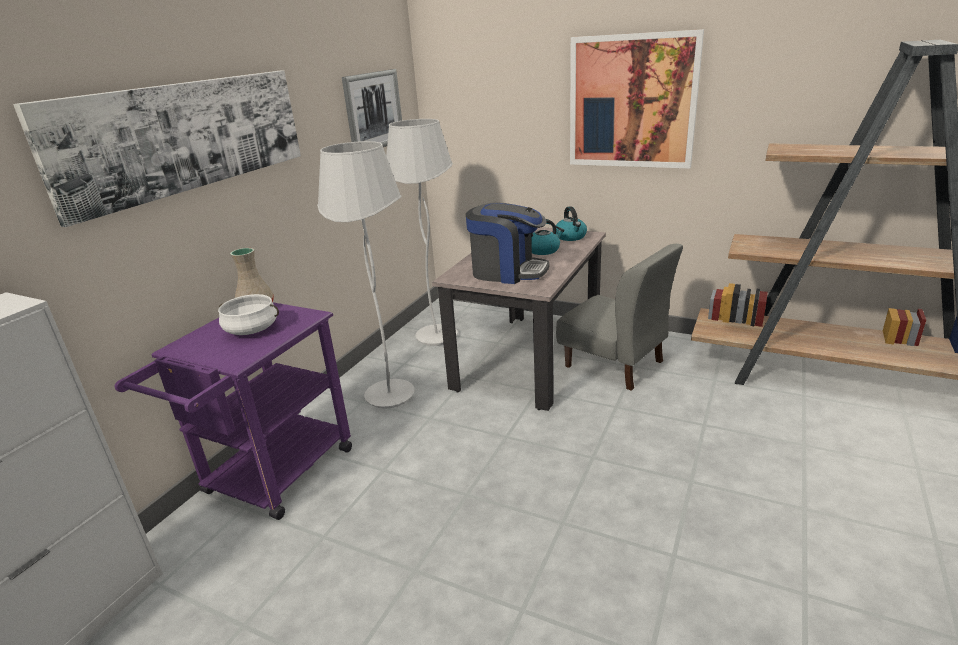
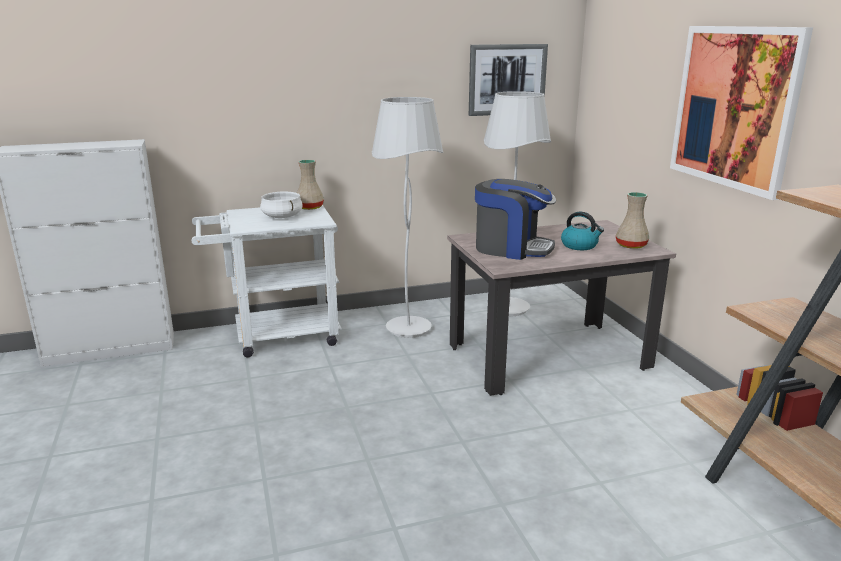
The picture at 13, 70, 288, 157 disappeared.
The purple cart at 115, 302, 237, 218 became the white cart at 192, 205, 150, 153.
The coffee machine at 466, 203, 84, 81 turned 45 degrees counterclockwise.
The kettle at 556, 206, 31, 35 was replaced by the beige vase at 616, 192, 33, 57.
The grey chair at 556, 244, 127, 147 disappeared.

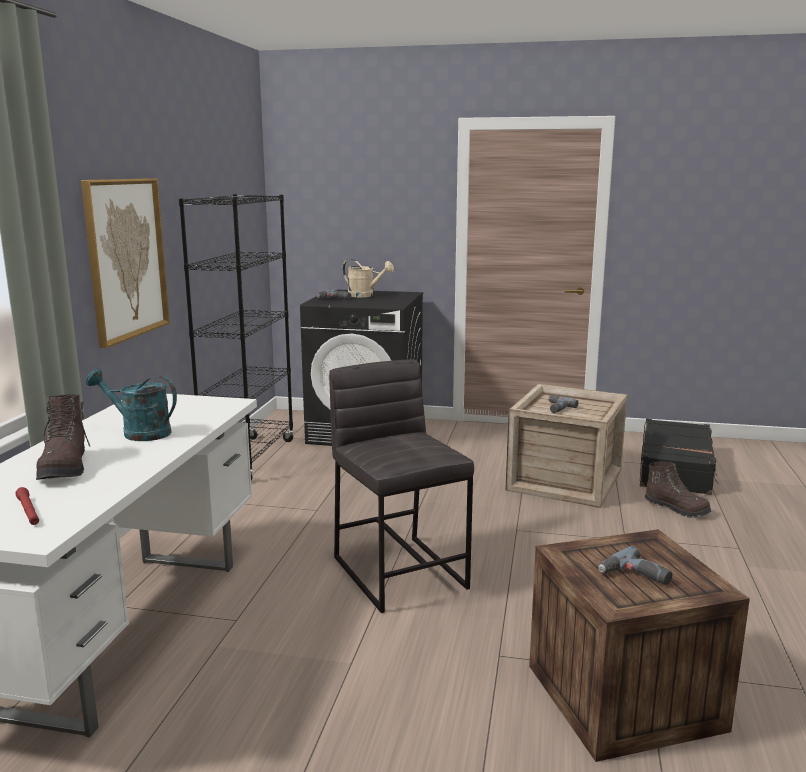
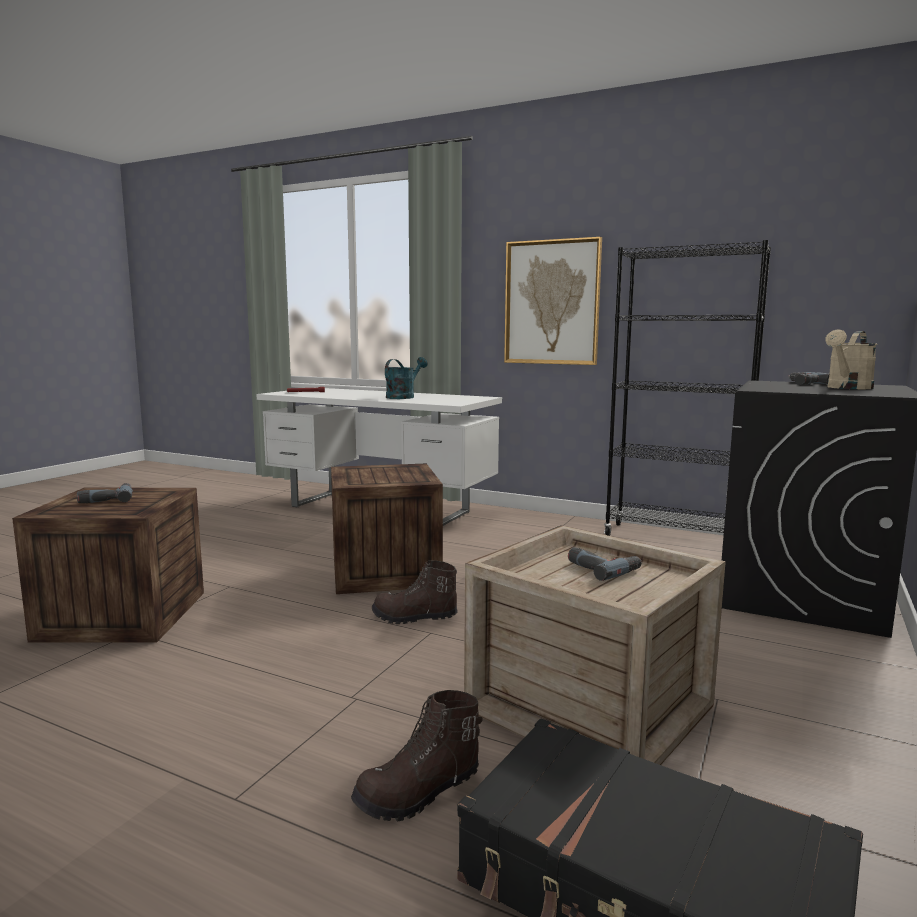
The brown boot moved from 36, 394, 54, 86 to 372, 560, 86, 64.
The grey stool at 329, 359, 145, 254 was replaced by the crate at 331, 464, 112, 130.

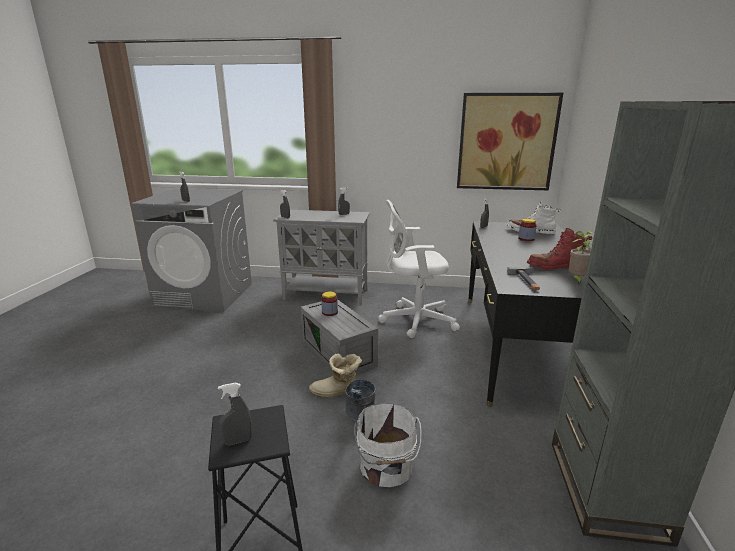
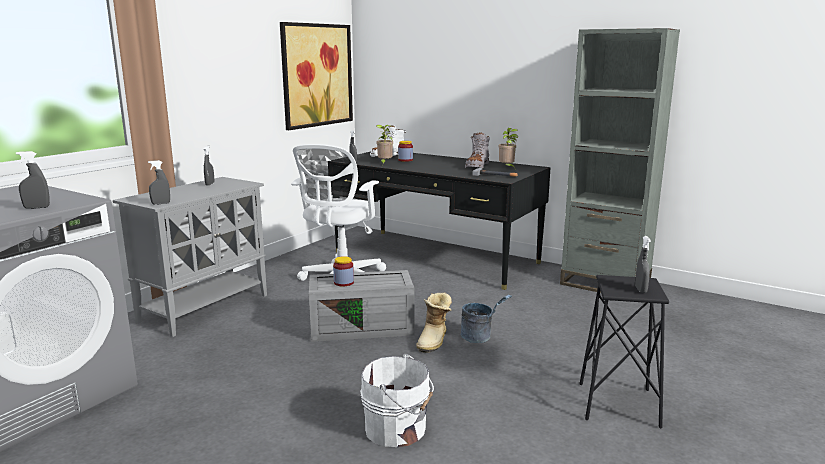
The white bucket moved from 354, 403, 68, 84 to 360, 353, 74, 94.
The red boot at 527, 228, 65, 42 became the grey boot at 465, 133, 25, 35.
The potted plant at 376, 125, 18, 40 appeared.

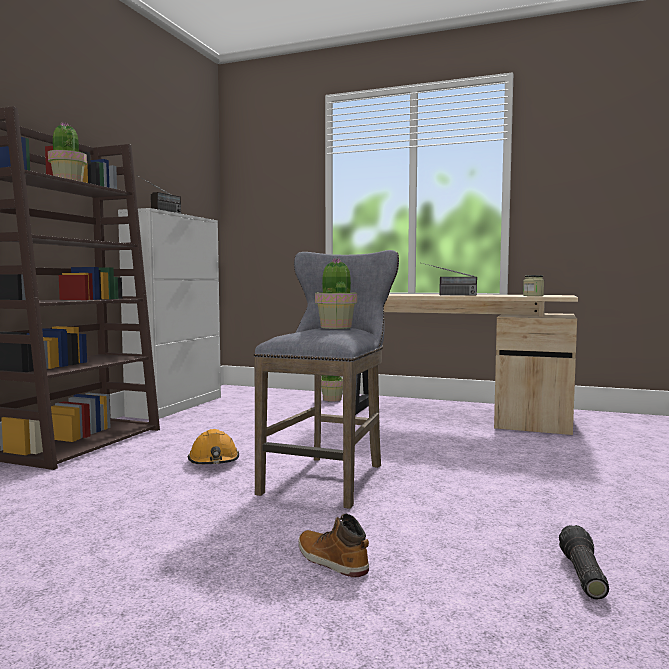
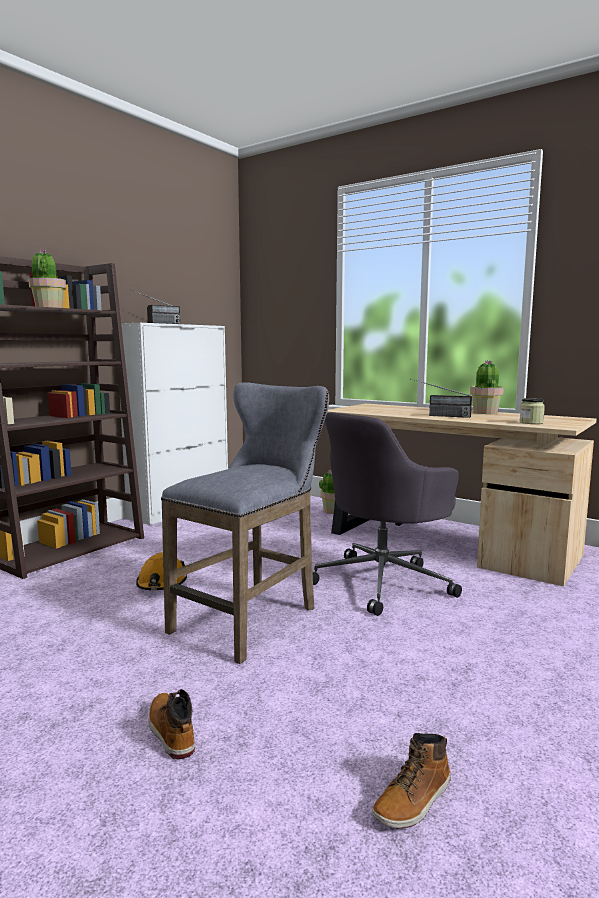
The potted plant moved from 315, 258, 42, 71 to 470, 360, 34, 54.
The flashlight at 559, 525, 50, 75 was replaced by the boot at 372, 733, 79, 95.
The grey office chair at 312, 412, 150, 204 appeared.

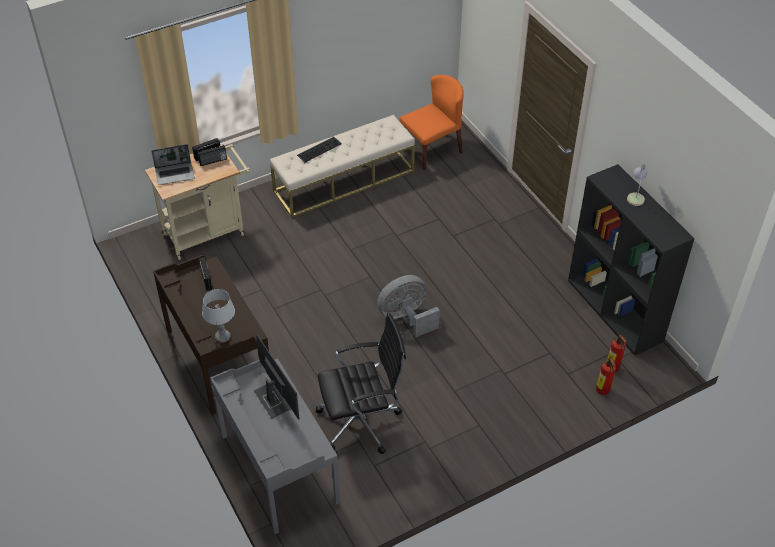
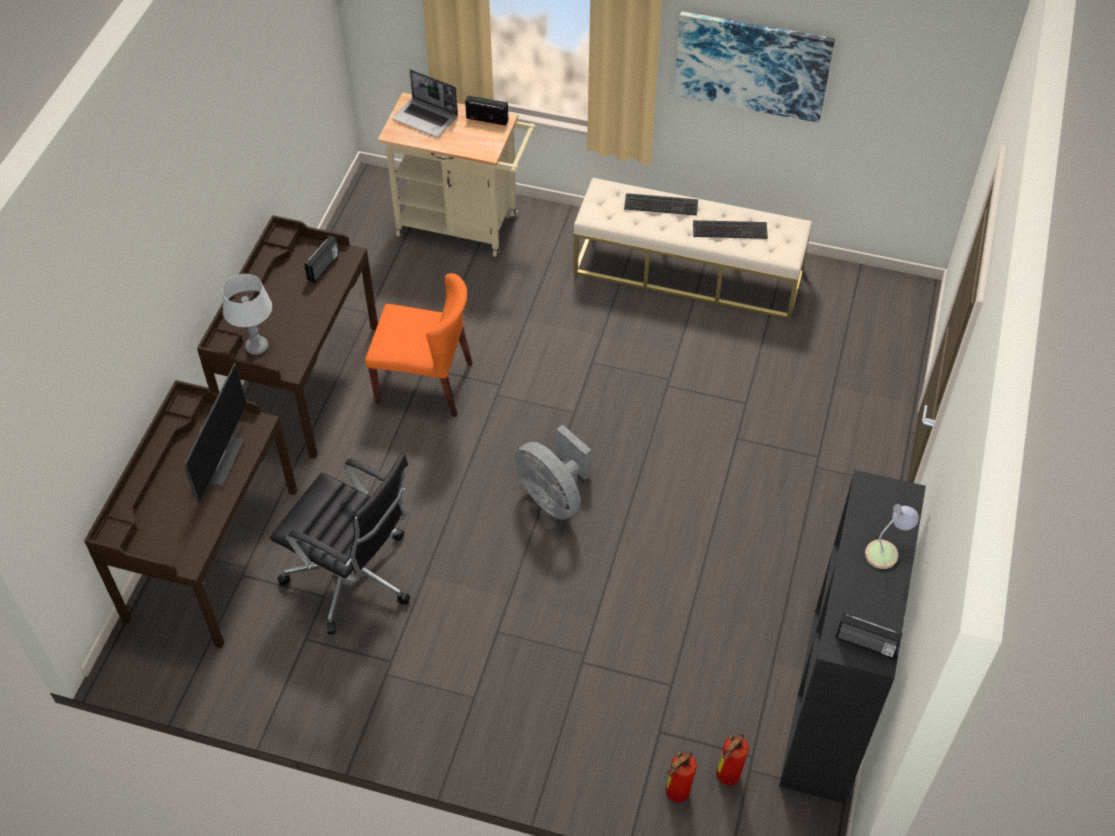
The radio moved from 198, 145, 29, 21 to 836, 612, 67, 47.
The grey desk at 210, 358, 130, 176 became the brown desk at 84, 380, 213, 268.
The grey fan at 377, 275, 63, 62 turned 150 degrees counterclockwise.
The orange chair moved from 399, 75, 65, 95 to 365, 273, 107, 144.
The picture at 673, 11, 162, 112 appeared.
The keyboard at 693, 220, 75, 19 appeared.

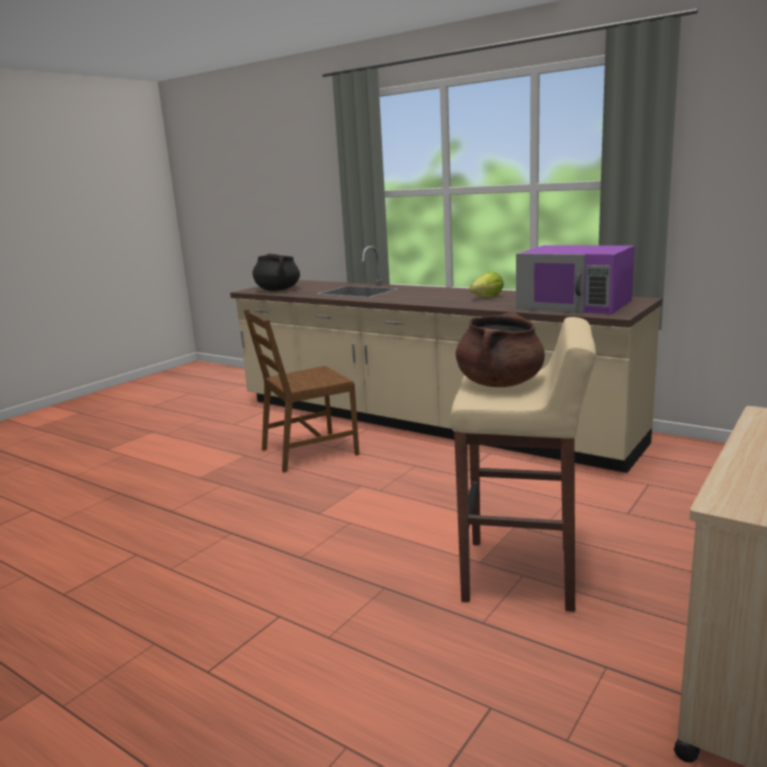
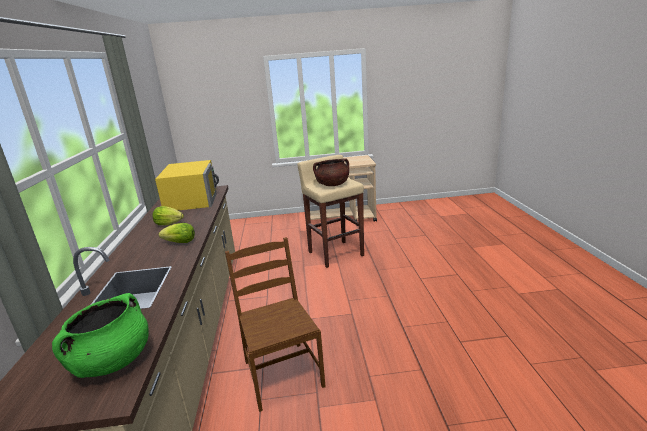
The brown chair at 244, 309, 115, 164 turned 135 degrees counterclockwise.
The black cooking pot at 252, 254, 48, 37 became the green cooking pot at 52, 293, 97, 85.
The purple microwave at 516, 245, 119, 69 became the yellow microwave at 155, 160, 64, 51.
The lettuce at 159, 223, 36, 20 appeared.

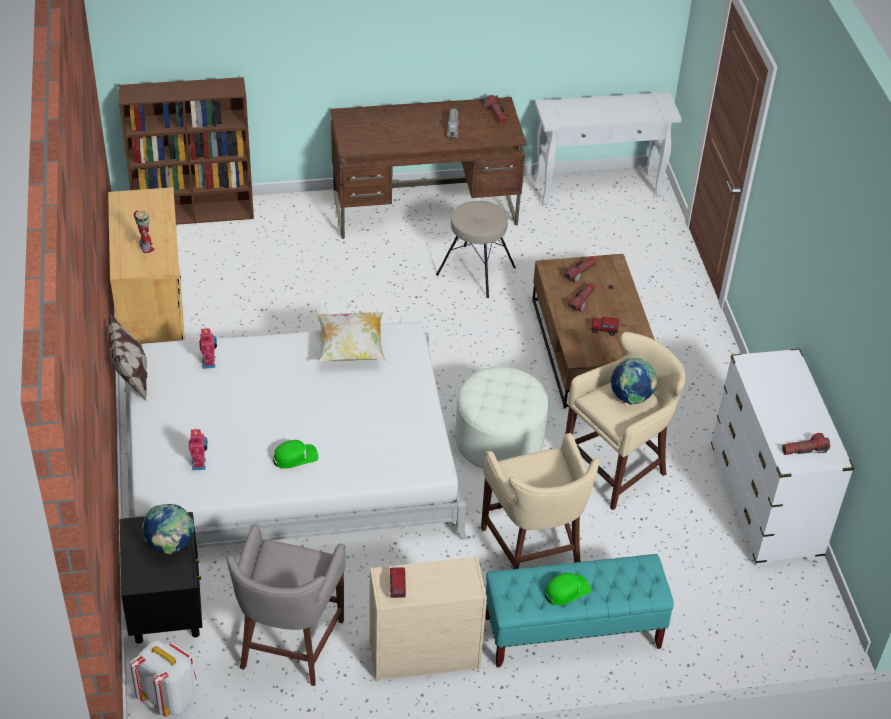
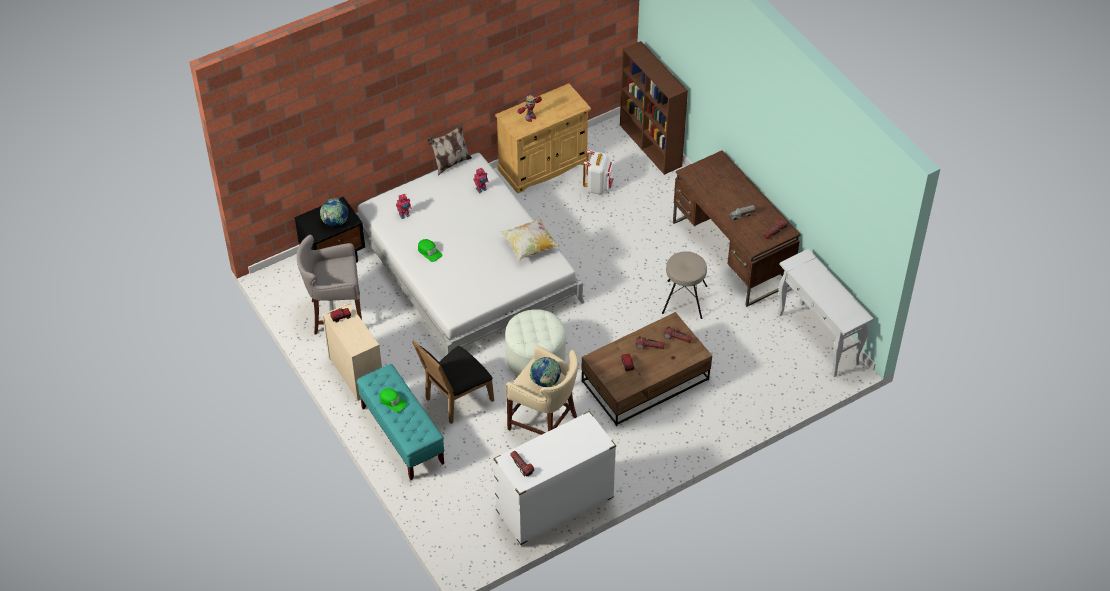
The white backpack moved from 130, 640, 66, 77 to 583, 150, 31, 44.
The beige stool at 481, 433, 119, 136 was replaced by the black chair at 412, 340, 82, 84.

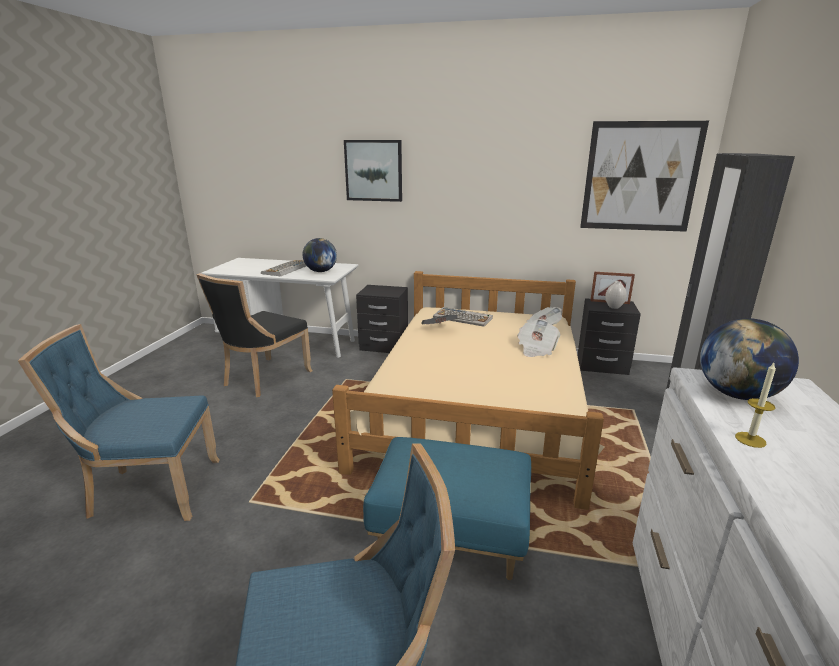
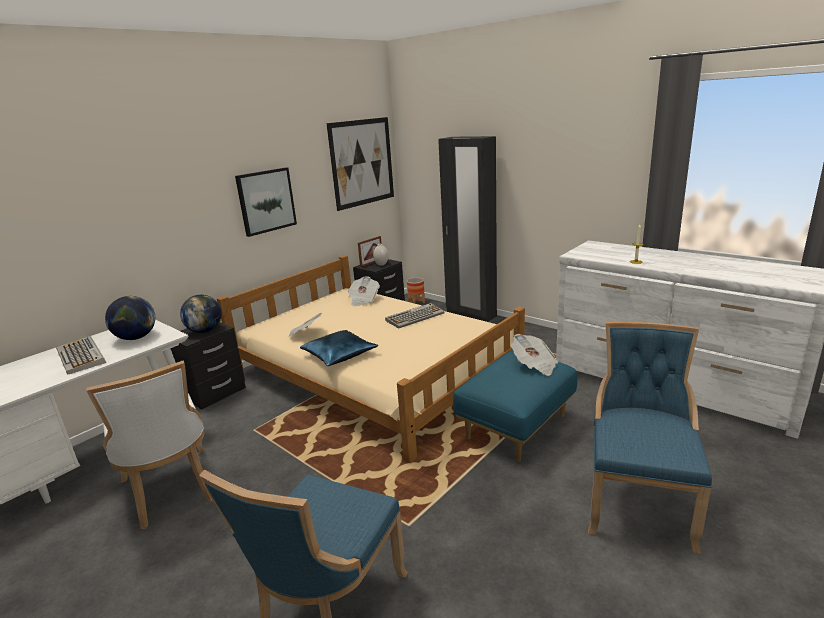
The black chair at 196, 273, 116, 124 became the white chair at 86, 360, 127, 169.
The picture moved from 344, 140, 58, 62 to 235, 167, 62, 70.
The keyboard moved from 433, 307, 60, 20 to 385, 303, 59, 25.
The newspaper moved from 517, 319, 43, 38 to 511, 334, 47, 42.
The globe moved from 700, 318, 99, 82 to 180, 295, 42, 38.
The blue pillow at 300, 330, 78, 36 appeared.
The planter at 407, 278, 18, 26 appeared.

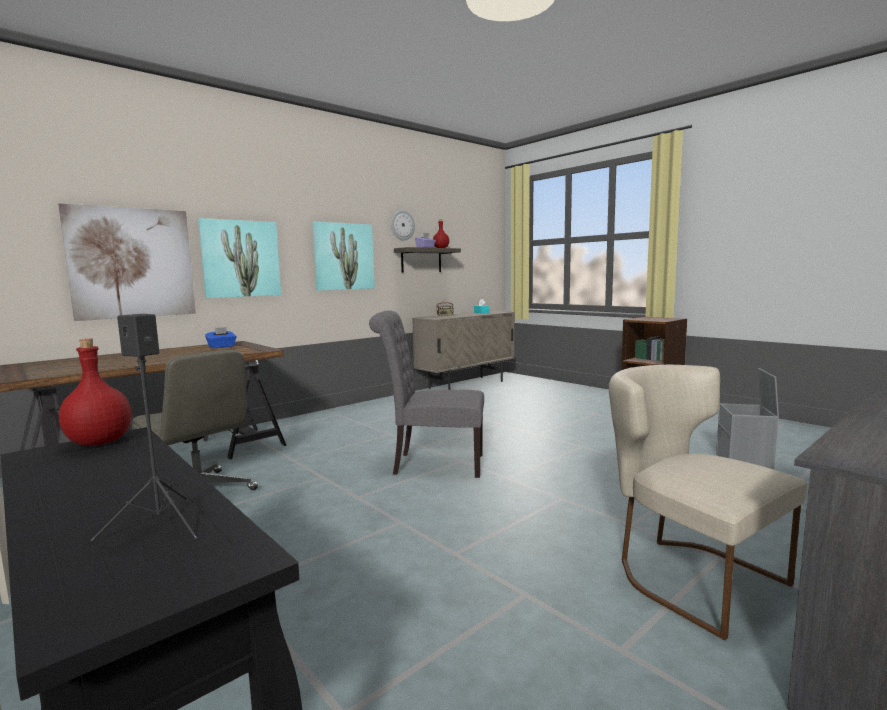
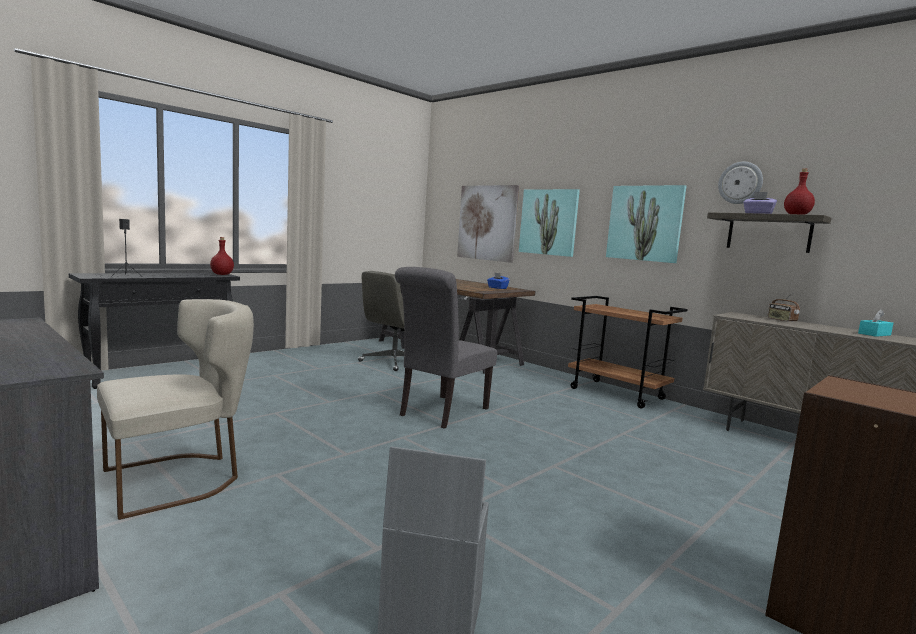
The grey chair at 369, 311, 115, 167 turned 150 degrees counterclockwise.
The brown cart at 568, 296, 120, 112 appeared.

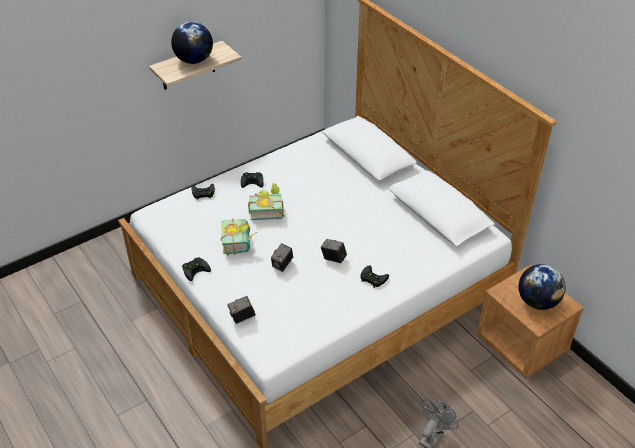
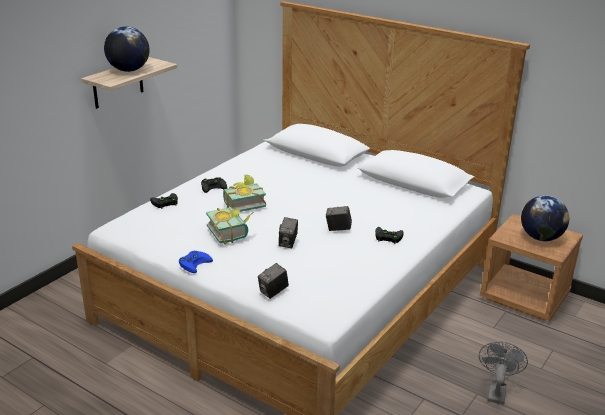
The black game controller at 182, 257, 29, 24 became the blue game controller at 179, 251, 34, 22.

